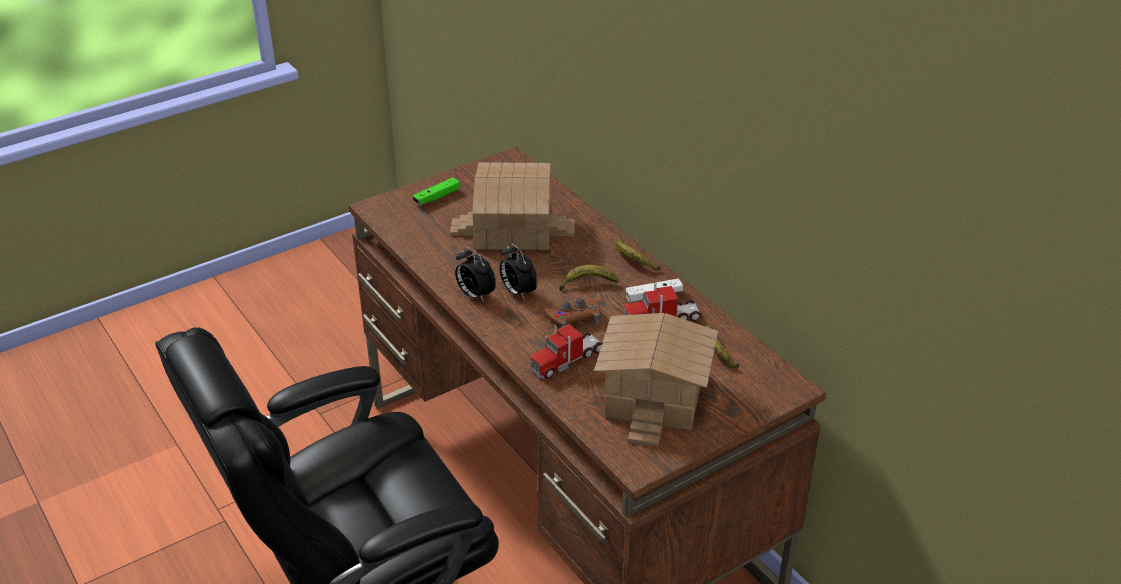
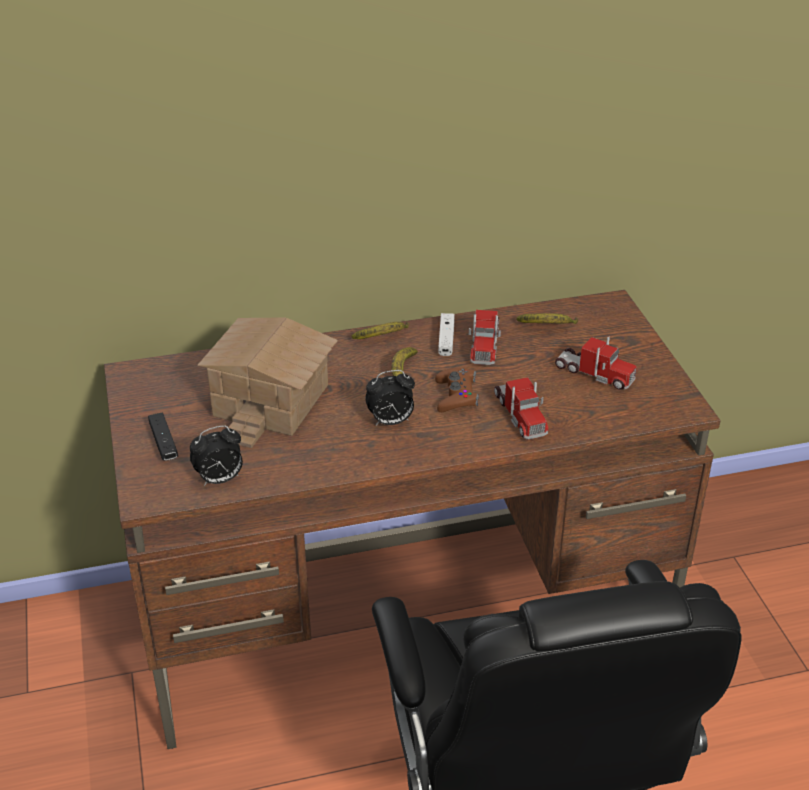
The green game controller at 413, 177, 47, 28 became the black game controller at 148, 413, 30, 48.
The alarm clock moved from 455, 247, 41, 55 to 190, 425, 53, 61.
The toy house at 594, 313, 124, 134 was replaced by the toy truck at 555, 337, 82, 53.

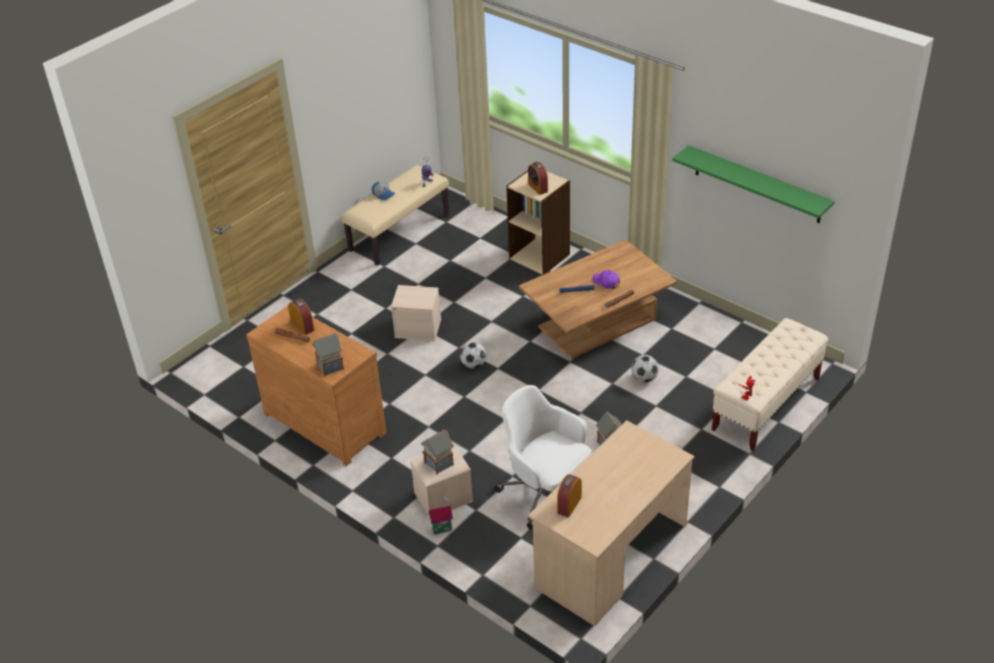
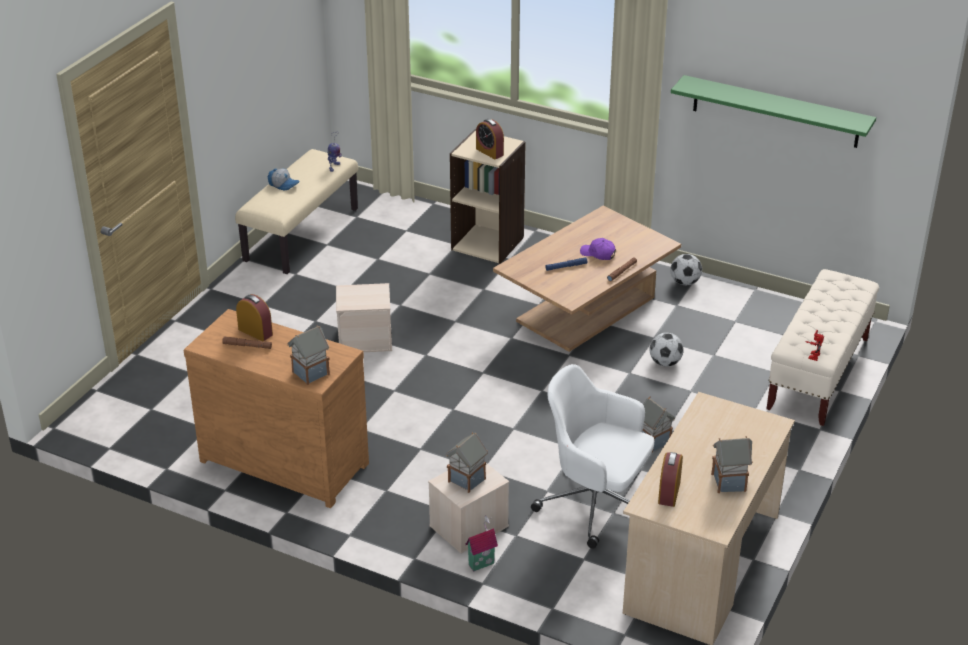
The football moved from 460, 342, 27, 27 to 670, 254, 32, 31.
The toy house at 711, 436, 42, 57 appeared.

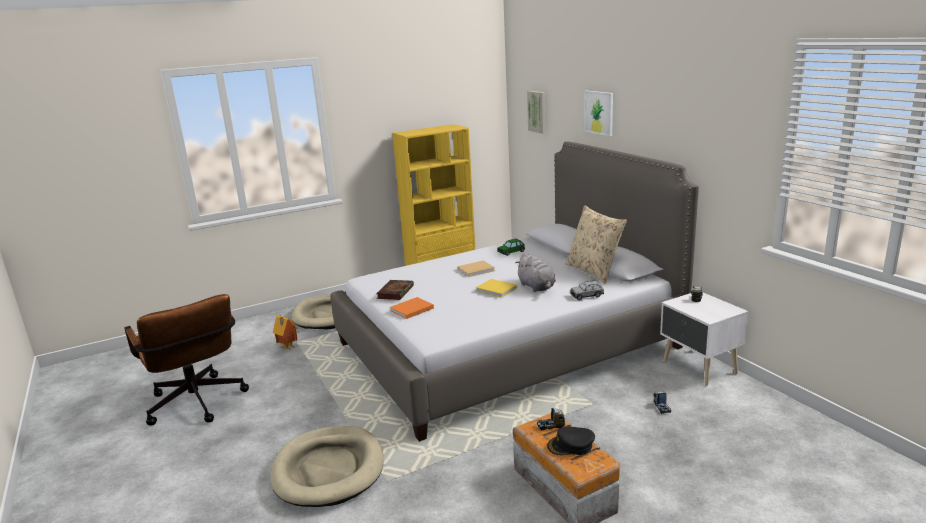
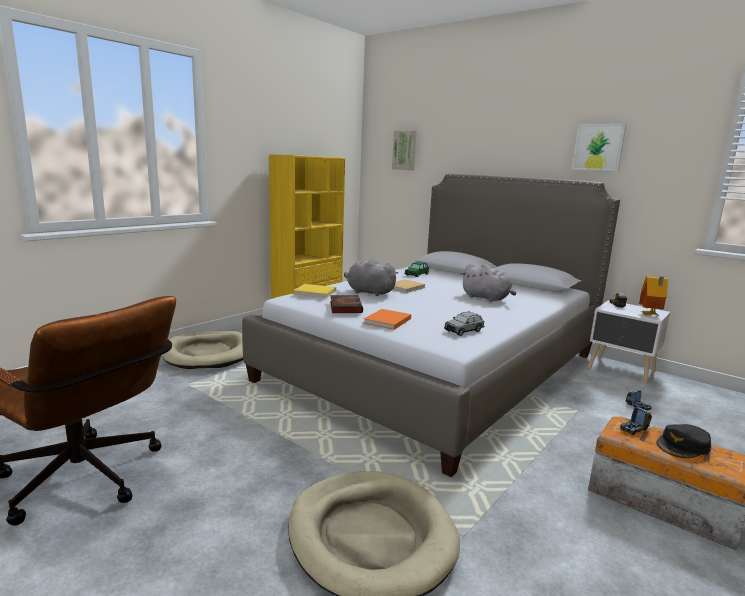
The toy house moved from 273, 315, 25, 35 to 639, 277, 29, 39.
The yellow book moved from 476, 279, 41, 18 to 293, 284, 43, 14.
The beige pillow at 565, 205, 62, 79 disappeared.
The grey toy car moved from 570, 280, 34, 20 to 444, 311, 40, 25.
The picture moved from 584, 91, 29, 45 to 572, 124, 54, 47.
The grey plush toy at 344, 259, 54, 37 appeared.

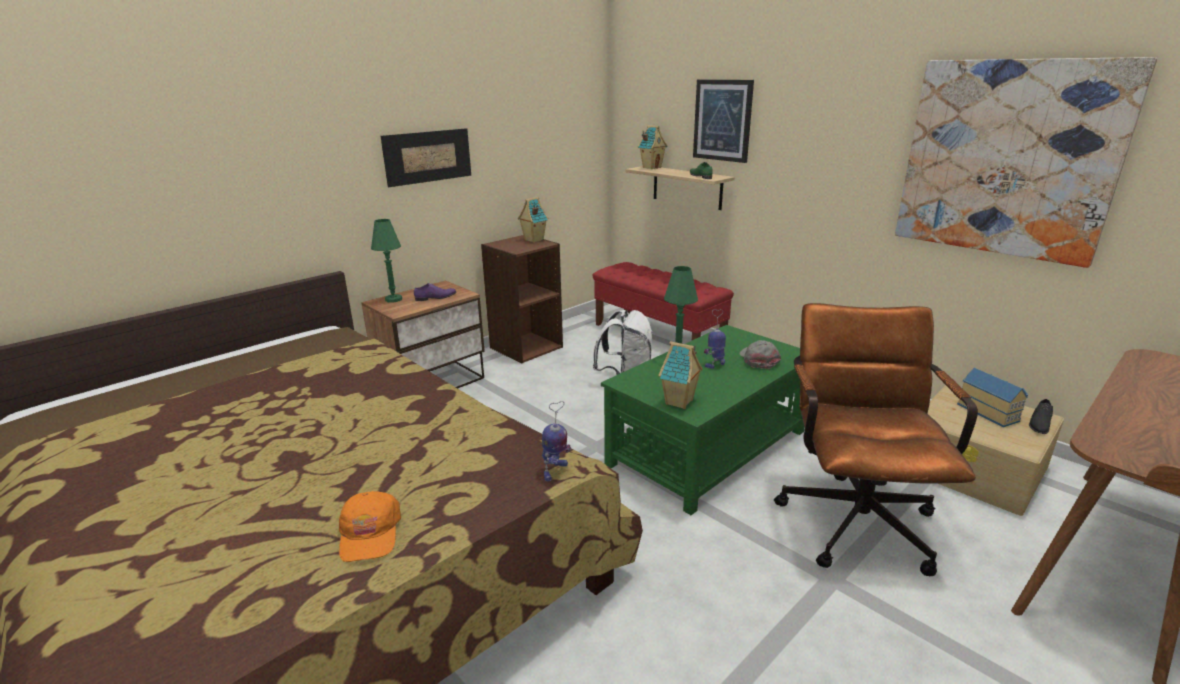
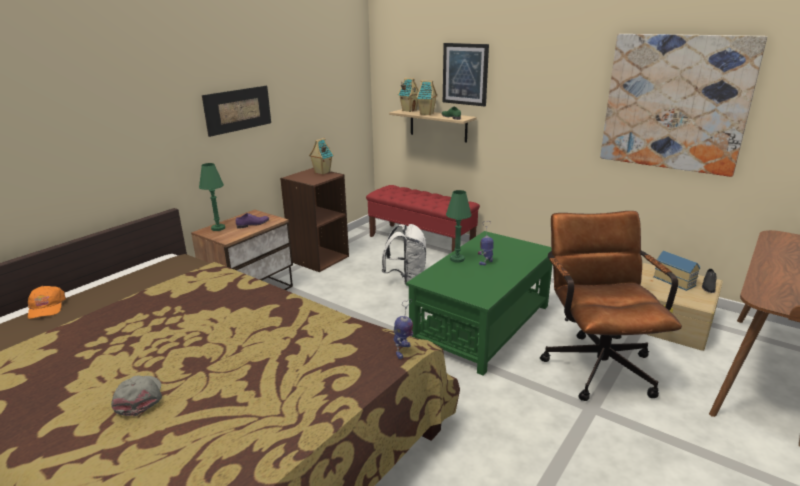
The orange cap moved from 338, 491, 63, 71 to 28, 286, 38, 33.
The toy house moved from 658, 341, 45, 68 to 416, 80, 21, 35.
The grey cap moved from 739, 340, 42, 29 to 111, 376, 51, 40.

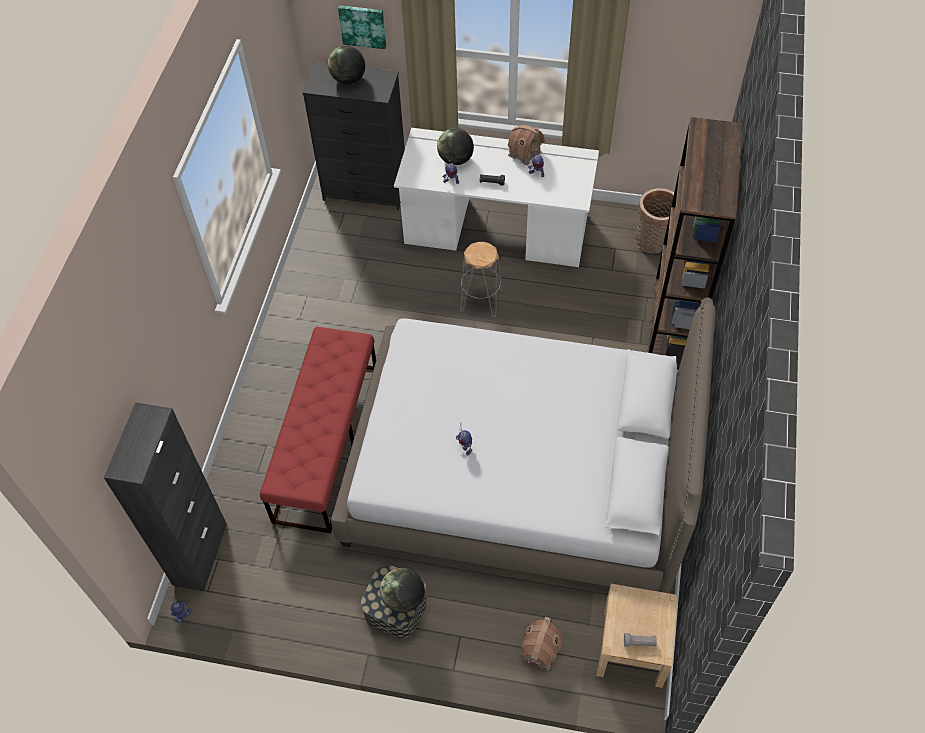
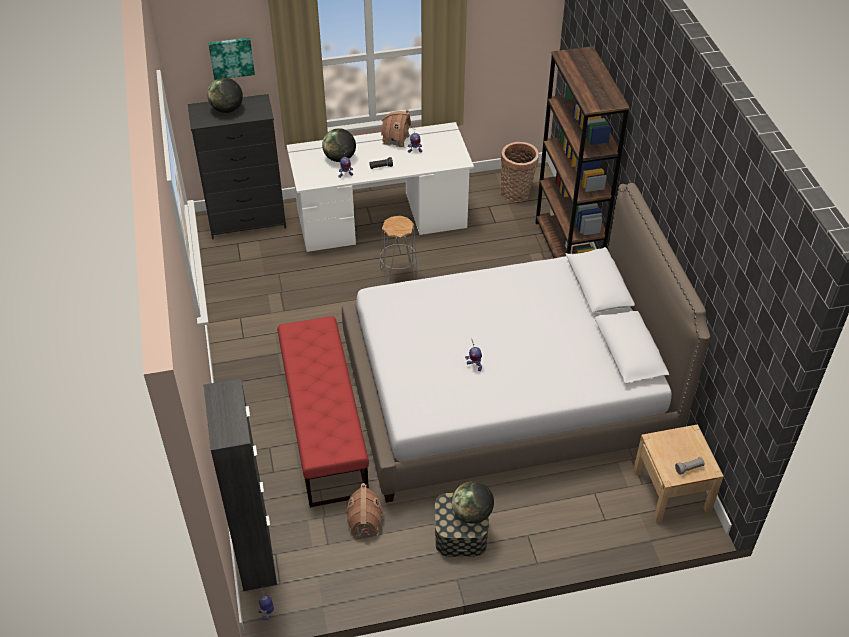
The toy house moved from 521, 617, 42, 53 to 346, 483, 37, 54.

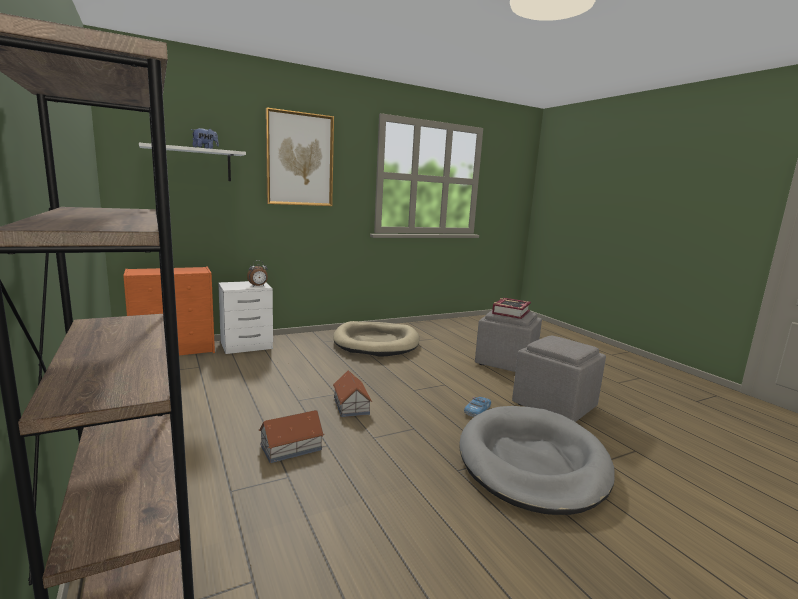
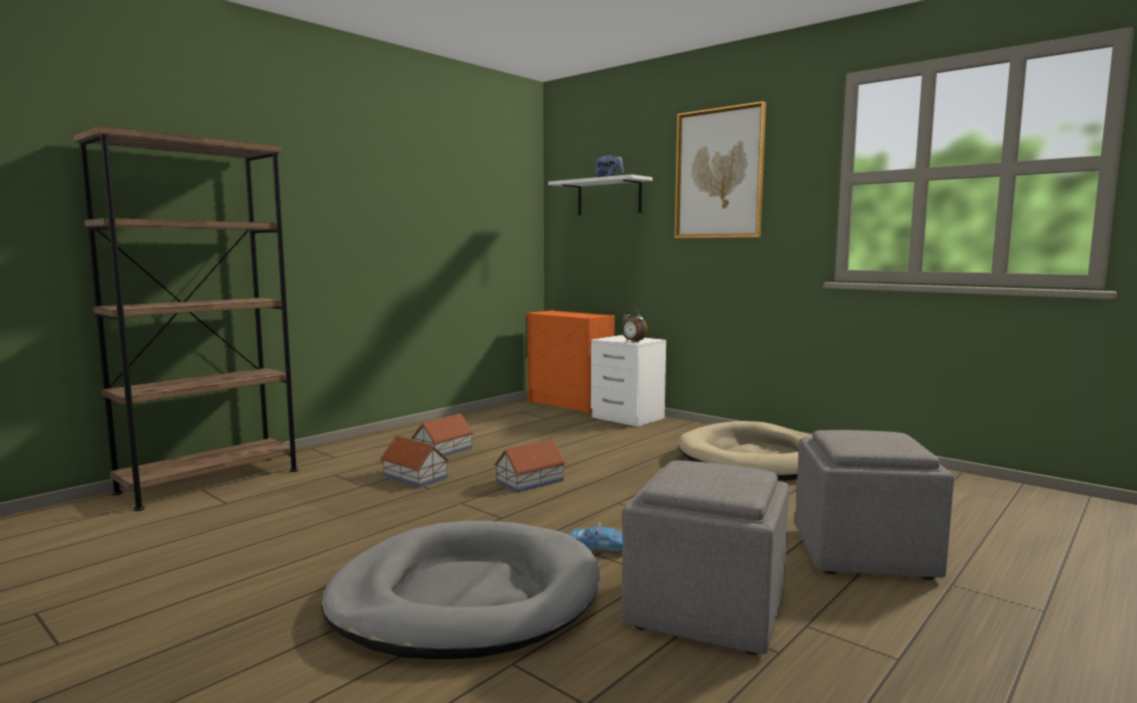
The book at 492, 298, 39, 21 disappeared.
The toy house at 411, 414, 63, 43 appeared.

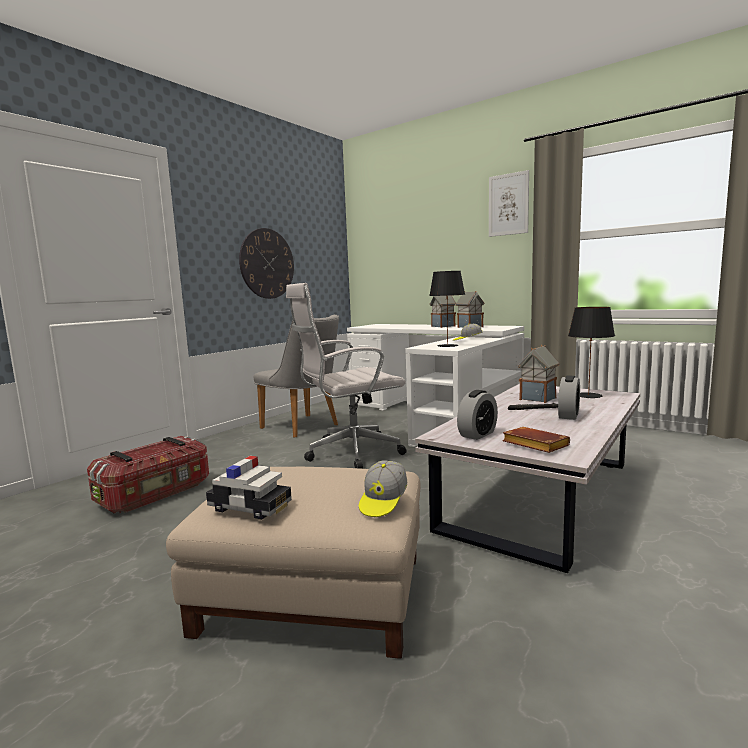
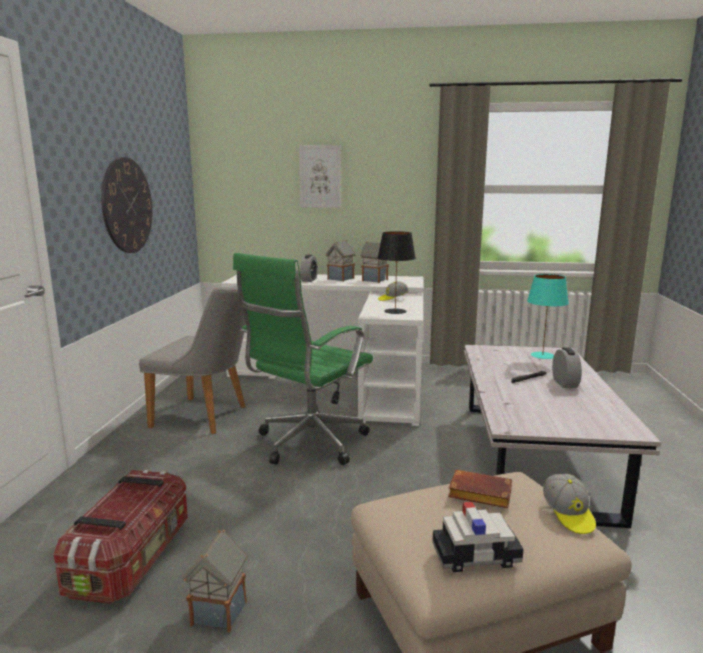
The white office chair at 286, 283, 121, 186 became the green office chair at 233, 253, 140, 212.
The alarm clock moved from 457, 390, 41, 50 to 300, 255, 18, 27.
The picture moved from 489, 170, 40, 67 to 299, 145, 42, 63.
The brown book moved from 502, 427, 68, 26 to 448, 470, 64, 38.
The toy house moved from 518, 345, 42, 58 to 182, 530, 66, 102.
The black table lamp at 568, 307, 47, 91 became the turquoise table lamp at 527, 274, 42, 85.

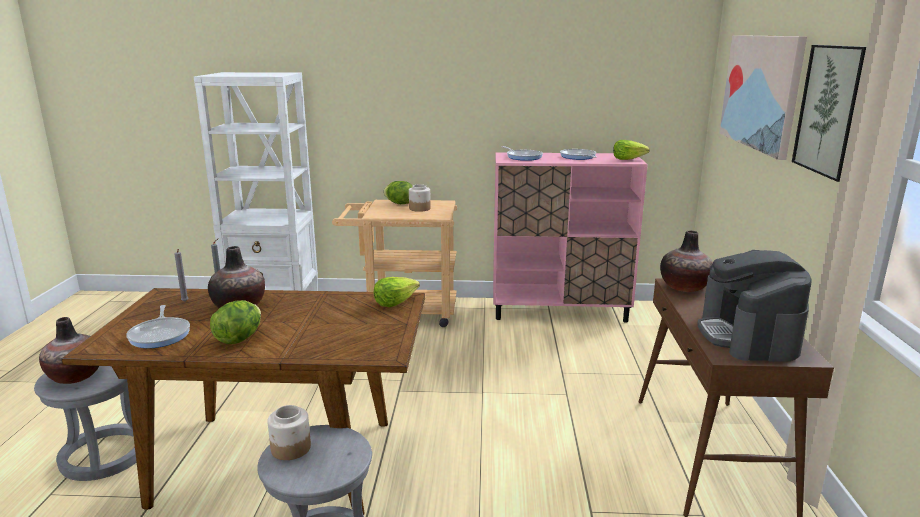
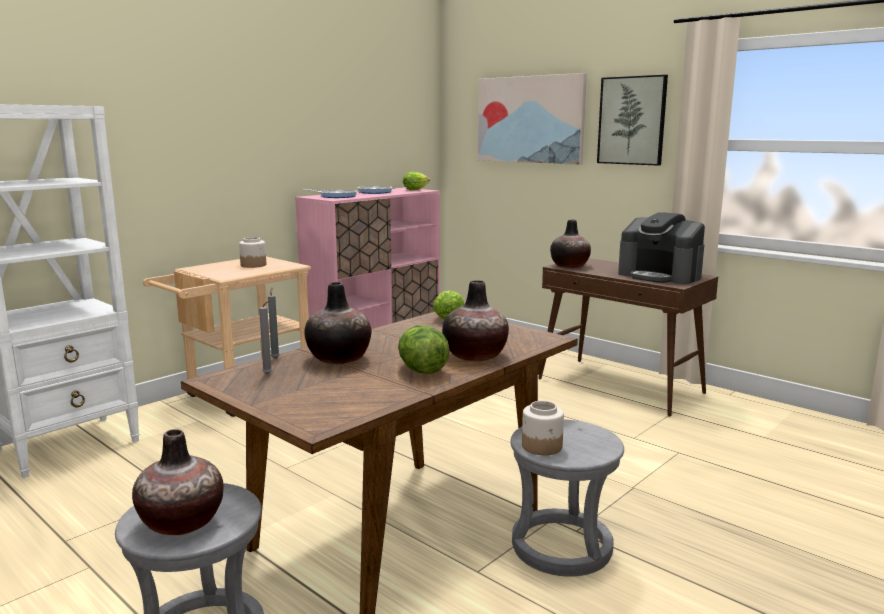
The frying pan at 126, 305, 64, 43 disappeared.
The lettuce at 383, 181, 29, 23 disappeared.
The vase at 442, 280, 67, 81 appeared.

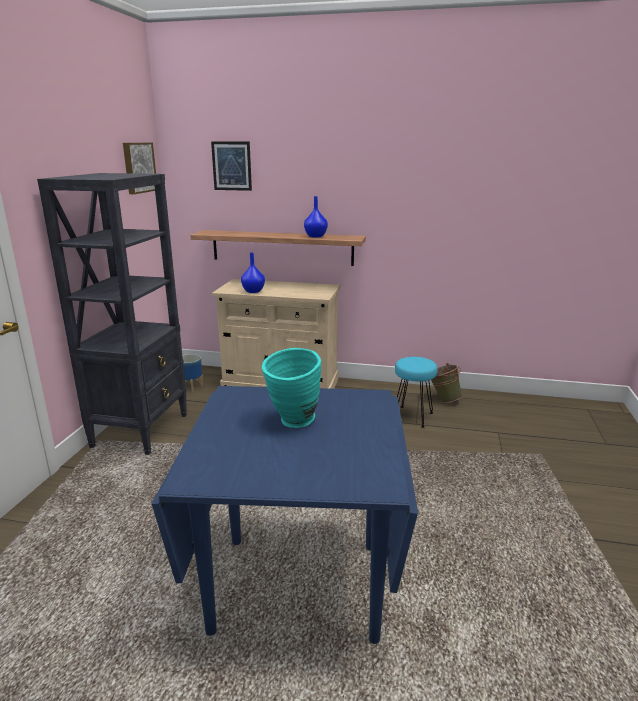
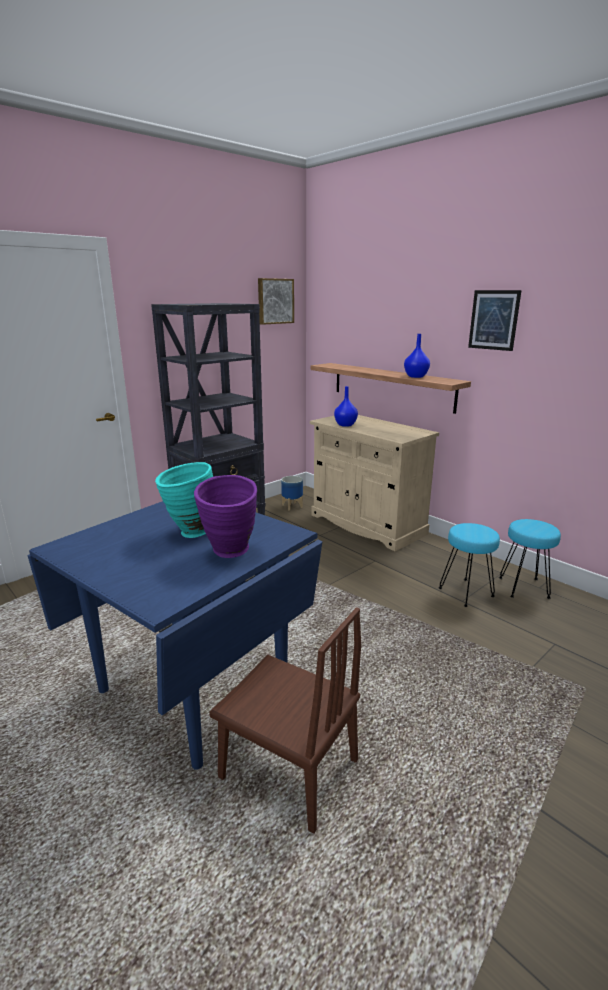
The picture moved from 211, 141, 41, 50 to 468, 290, 54, 61.
The green bucket at 431, 363, 31, 40 was replaced by the turquoise stool at 499, 519, 62, 80.
The purple vase at 194, 475, 63, 83 appeared.
The brown chair at 209, 607, 152, 227 appeared.

